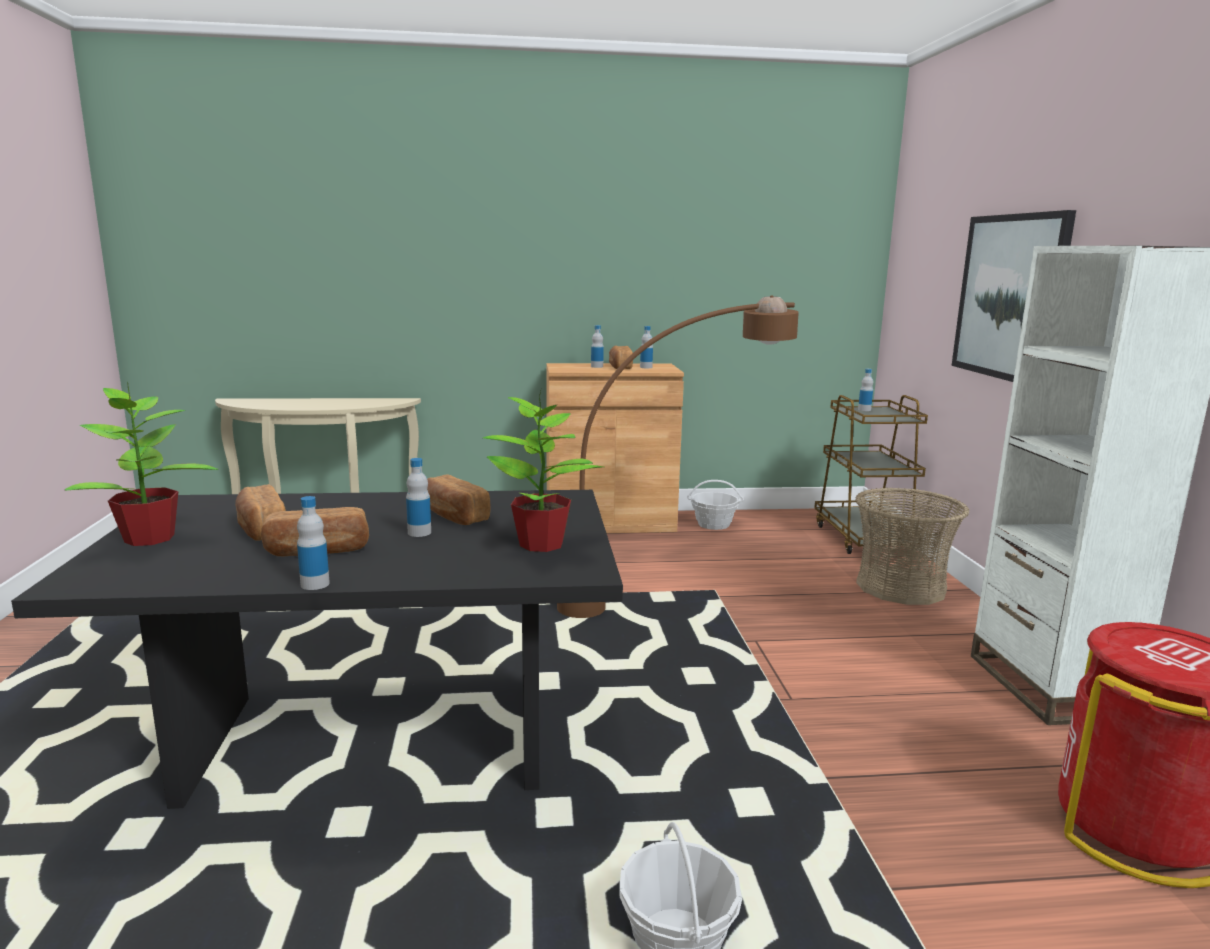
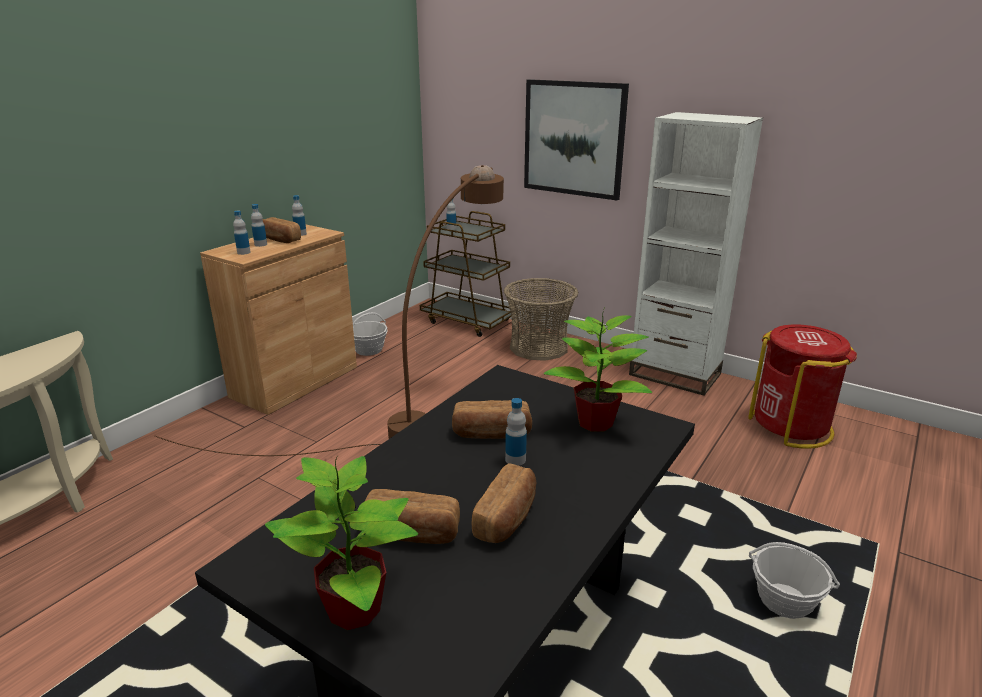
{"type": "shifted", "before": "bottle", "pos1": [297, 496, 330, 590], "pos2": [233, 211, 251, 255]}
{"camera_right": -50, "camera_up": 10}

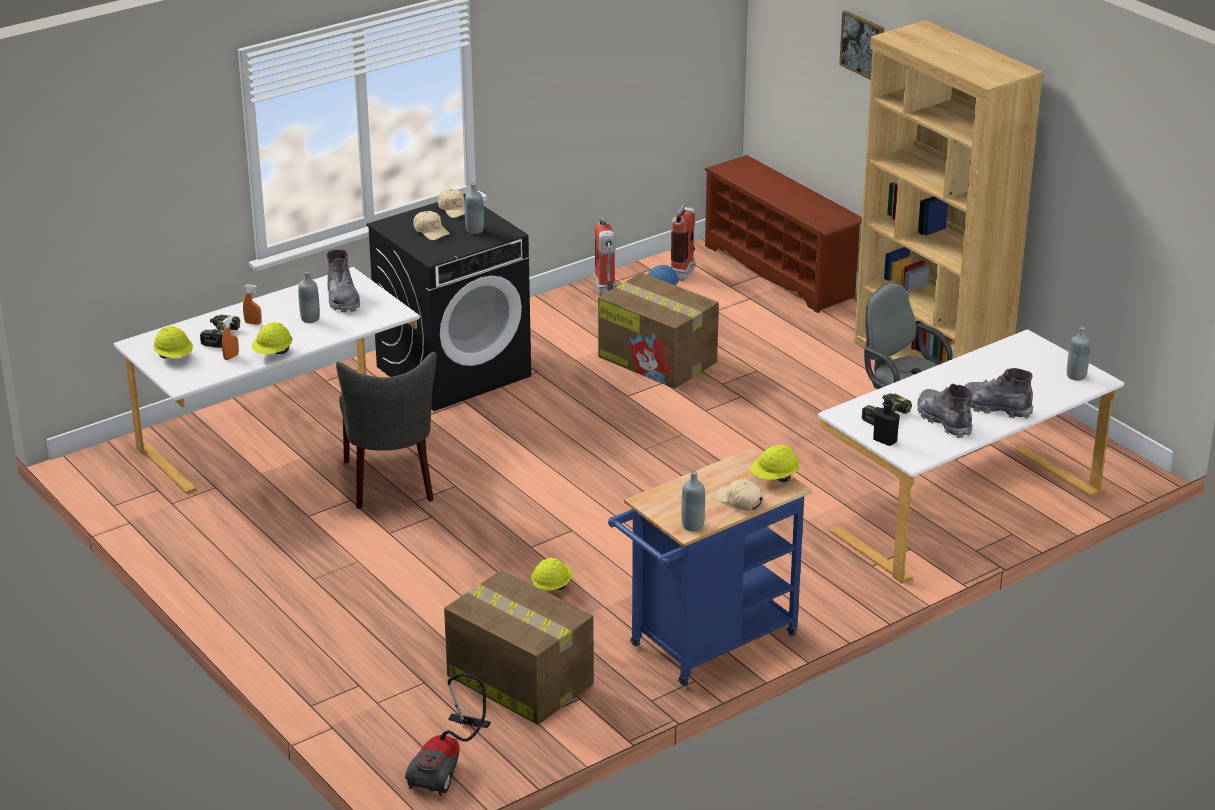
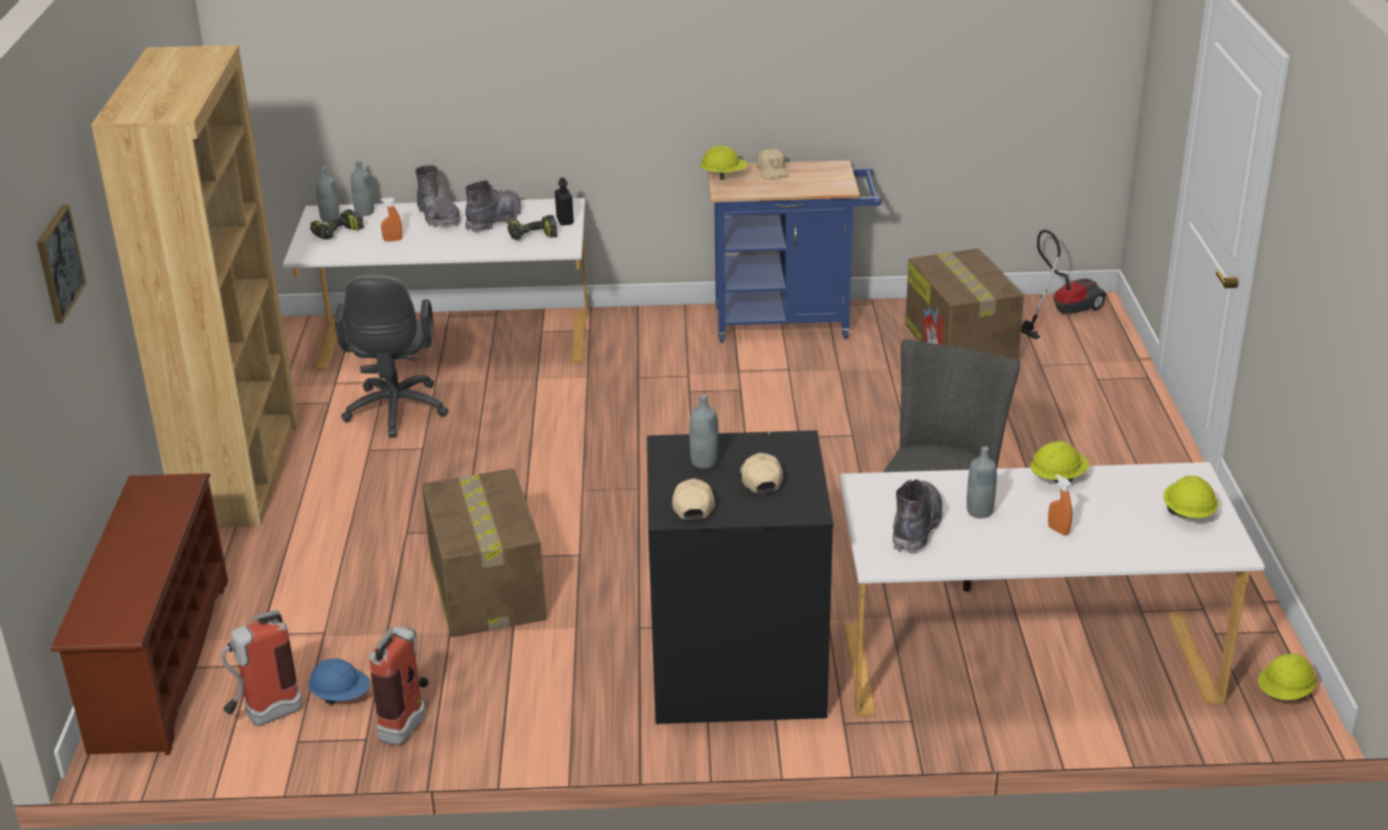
{"type": "shifted", "before": "power drill", "pos1": [200, 315, 240, 348], "pos2": [310, 209, 364, 240]}
{"type": "shifted", "before": "bottle (grey)", "pos1": [681, 471, 705, 531], "pos2": [351, 161, 374, 216]}
{"type": "shifted", "before": "spray bottle (orange)", "pos1": [222, 316, 239, 360], "pos2": [380, 197, 402, 242]}
{"type": "rotated", "before": "boot (grey)", "pos1": [917, 384, 973, 438], "pos2": [465, 180, 522, 232], "turn": -150}
{"type": "shifted", "before": "hard hat (yellow)", "pos1": [531, 558, 572, 590], "pos2": [1258, 654, 1316, 700]}
{"camera_right": -145, "camera_up": 0}

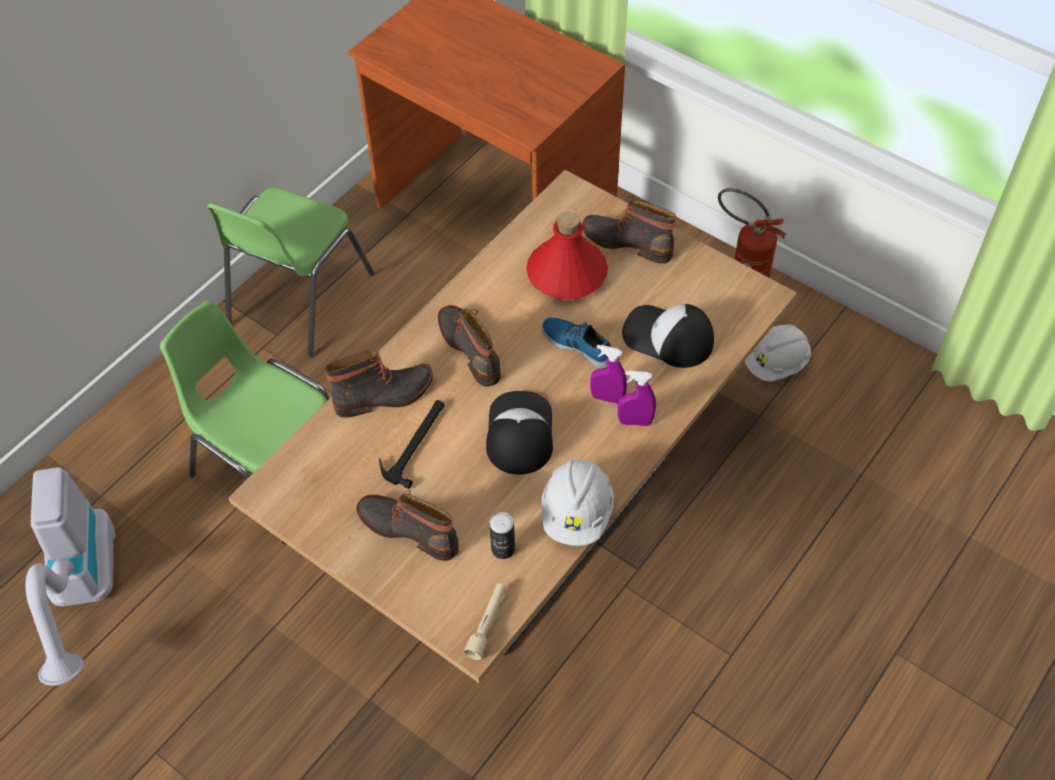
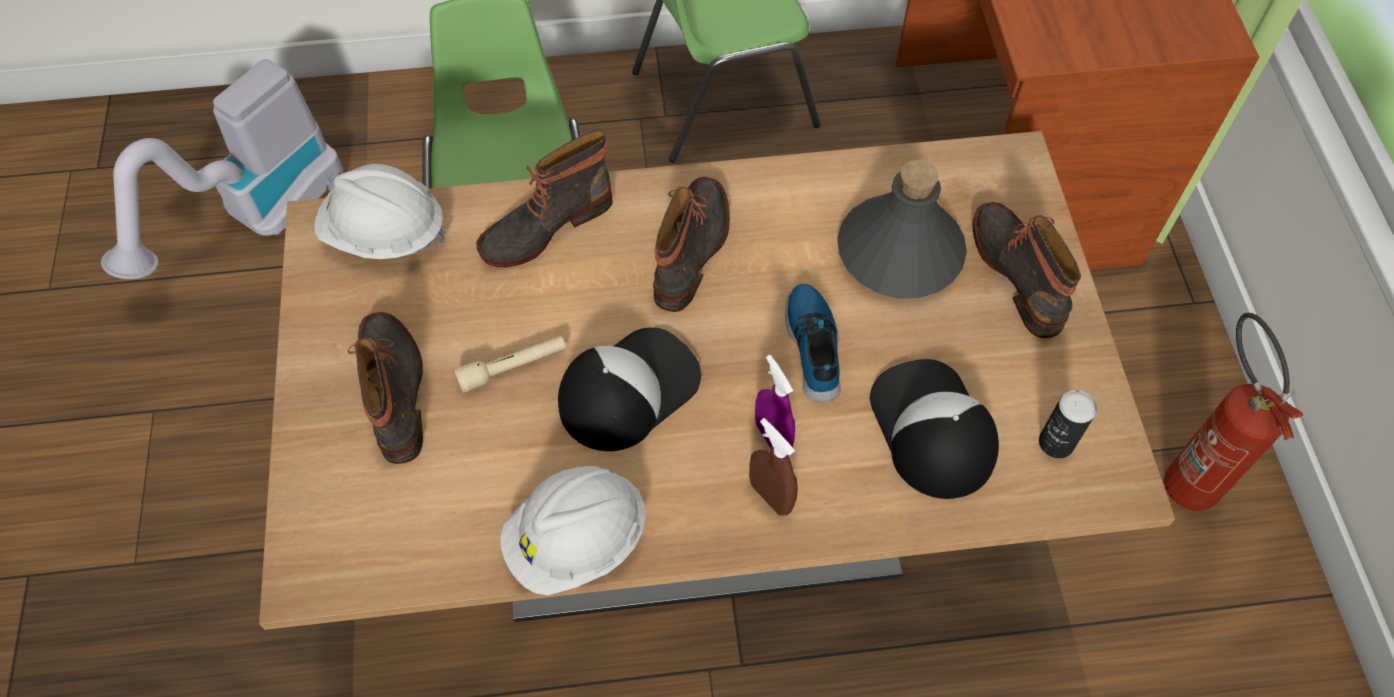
{"type": "shifted", "before": "hard hat (white)", "pos1": [745, 325, 811, 381], "pos2": [314, 164, 447, 259]}
{"type": "shifted", "before": "flashlight (beige)", "pos1": [464, 583, 506, 660], "pos2": [454, 336, 566, 393]}
{"type": "rotated", "before": "boot", "pos1": [325, 350, 433, 418], "pos2": [476, 130, 613, 267], "turn": 120}
{"type": "repainted", "before": "spray bottle (purple)", "after": "spray bottle (brown)", "pos1": [618, 371, 656, 426], "pos2": [749, 418, 798, 515]}
{"type": "repainted", "before": "bottle (red)", "after": "bottle (grey)", "pos1": [526, 211, 608, 300], "pos2": [837, 160, 967, 298]}
{"type": "shifted", "before": "can", "pos1": [489, 512, 515, 559], "pos2": [1039, 390, 1097, 459]}
{"type": "gone", "before": "hammer", "pos1": [379, 400, 445, 489]}
{"camera_right": 45, "camera_up": 5}

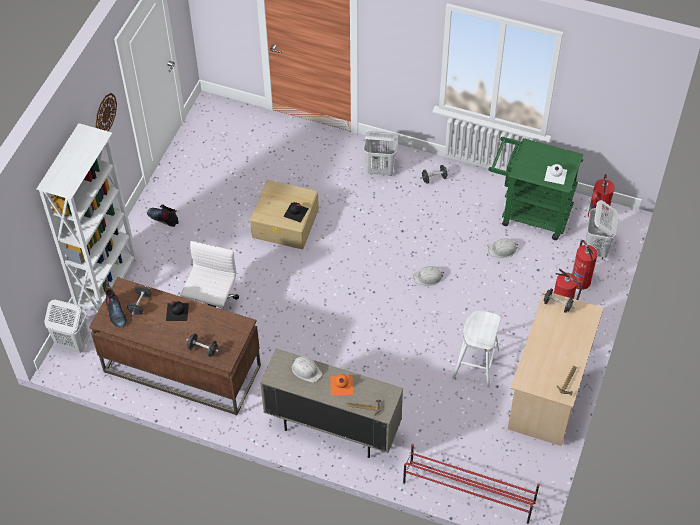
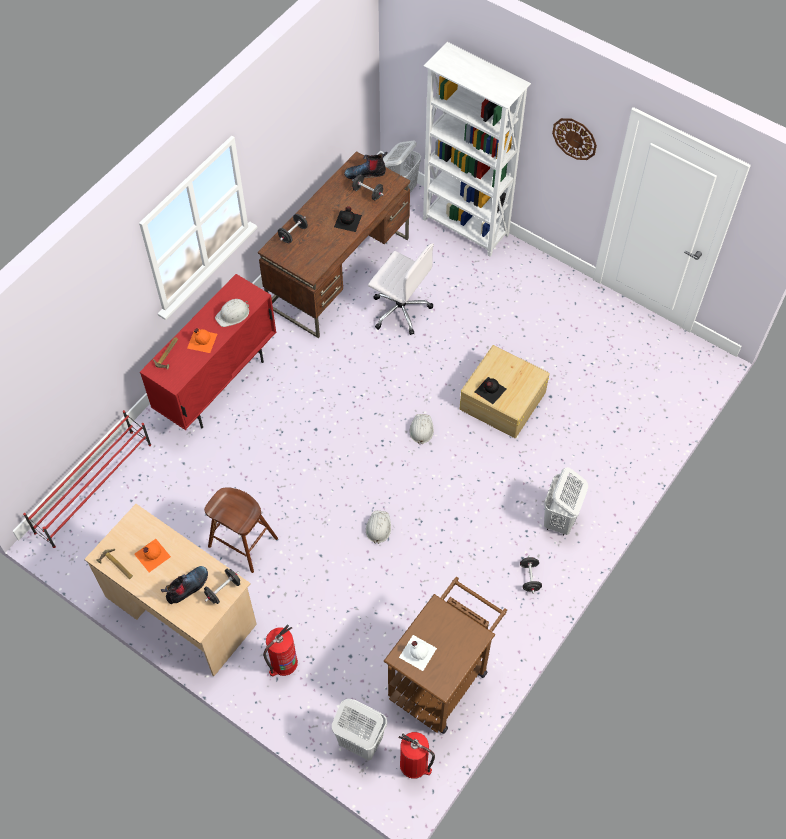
{"type": "new", "after": "bottle (orange)", "pos2": [134, 539, 171, 572]}
{"type": "repainted", "before": "cabinet (beige)", "after": "cabinet (red)", "pos1": [260, 349, 403, 458], "pos2": [140, 274, 276, 430]}
{"type": "shifted", "before": "boot", "pos1": [147, 204, 179, 227], "pos2": [161, 566, 208, 604]}
{"type": "repainted", "before": "stool (white)", "after": "stool (brown)", "pos1": [452, 311, 500, 388], "pos2": [204, 487, 278, 573]}
{"type": "repainted", "before": "cart (green)", "after": "cart (brown)", "pos1": [488, 137, 583, 240], "pos2": [384, 577, 507, 734]}
{"type": "shifted", "before": "hard hat (white)", "pos1": [488, 238, 518, 258], "pos2": [409, 414, 434, 445]}
{"type": "gone", "before": "fire extinguisher", "pos1": [572, 240, 598, 290]}
{"camera_right": 105, "camera_up": 5}

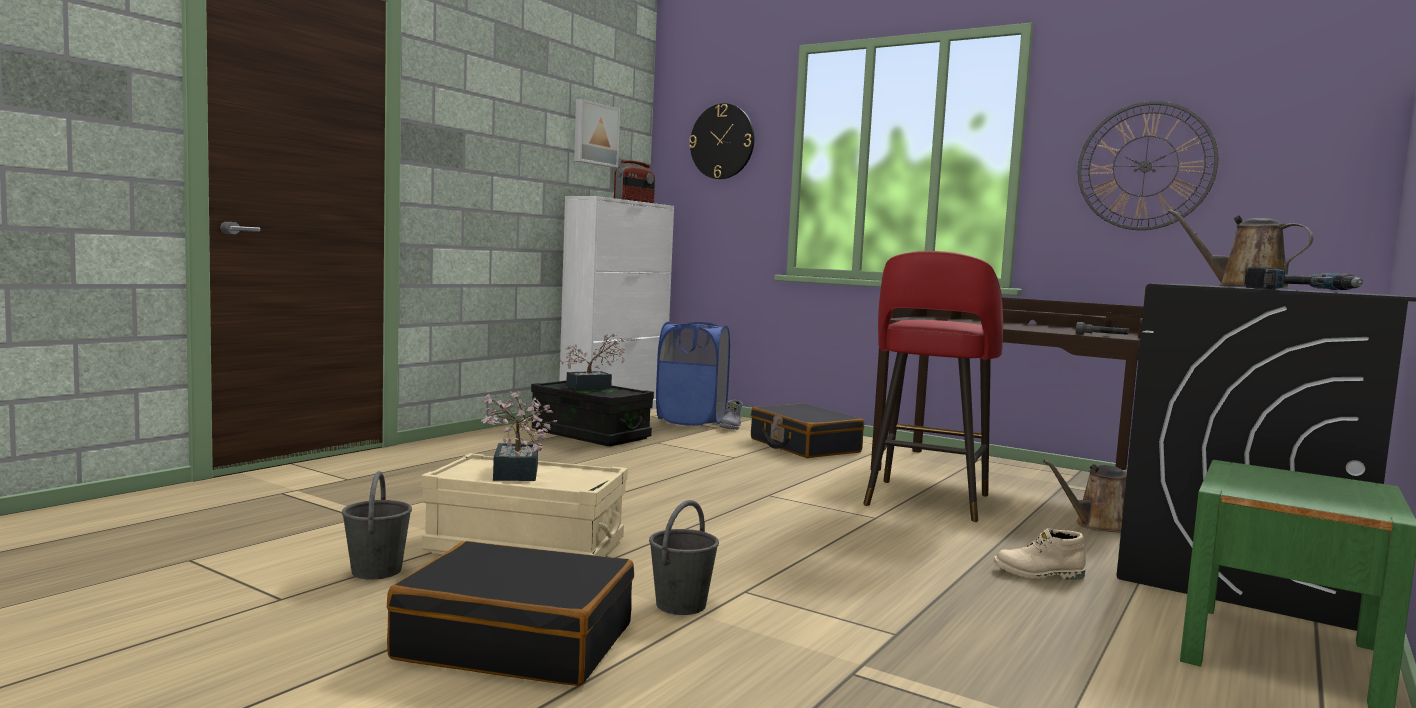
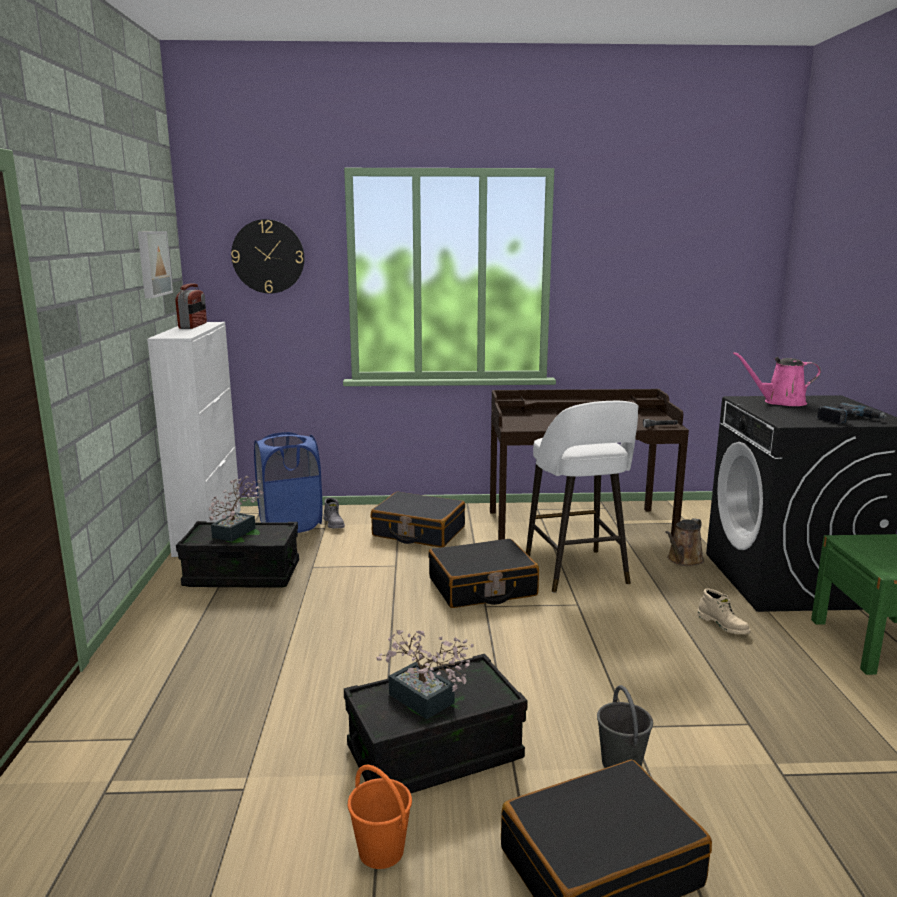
{"type": "repainted", "before": "storage box (beige)", "after": "storage box (black)", "pos1": [421, 453, 628, 556], "pos2": [344, 654, 528, 793]}
{"type": "repainted", "before": "bucket (grey)", "after": "bucket (orange)", "pos1": [342, 471, 412, 579], "pos2": [348, 765, 412, 869]}
{"type": "new", "after": "suitcase (black)", "pos2": [428, 539, 539, 608]}
{"type": "repainted", "before": "stool (red)", "after": "stool (white)", "pos1": [863, 251, 1003, 522], "pos2": [526, 401, 638, 593]}
{"type": "rotated", "before": "boot (beige)", "pos1": [994, 528, 1086, 580], "pos2": [697, 588, 750, 634], "turn": -90}
{"type": "repainted", "before": "watering can (brown)", "after": "watering can (pink)", "pos1": [1168, 210, 1314, 288], "pos2": [733, 352, 821, 406]}
{"type": "gone", "before": "wall clock", "pos1": [1078, 101, 1219, 230]}
{"camera_right": -35, "camera_up": 10}

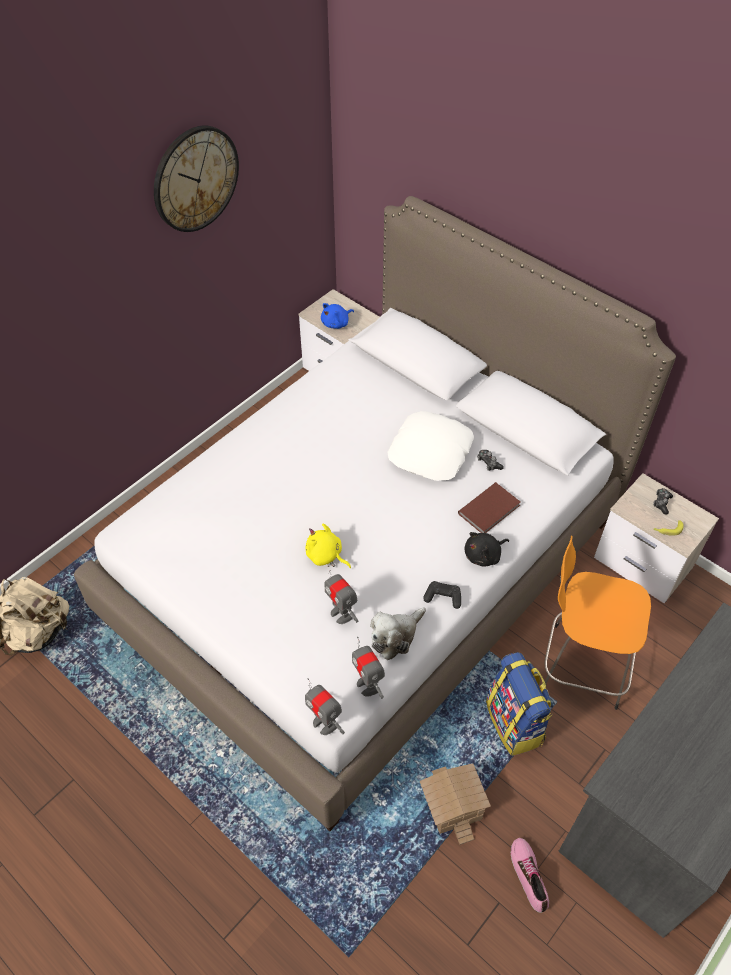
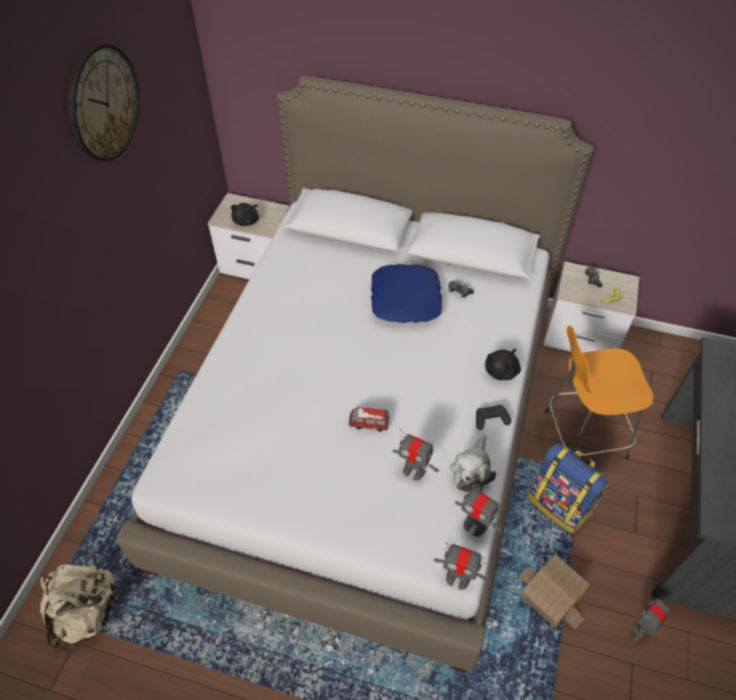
{"type": "repainted", "before": "plush toy (blue)", "after": "plush toy (black)", "pos1": [321, 303, 354, 329], "pos2": [231, 203, 259, 226]}
{"type": "swapped", "before": "plush toy (yellow)", "after": "toy car", "pos1": [305, 523, 351, 568], "pos2": [349, 406, 389, 432]}
{"type": "repainted", "before": "pillow (white)", "after": "pillow (blue)", "pos1": [387, 411, 474, 481], "pos2": [371, 264, 442, 323]}
{"type": "swapped", "before": "shoe", "after": "toy robot", "pos1": [511, 838, 549, 913], "pos2": [632, 595, 671, 641]}
{"type": "gone", "before": "book (brown)", "pos1": [458, 482, 520, 533]}
{"camera_right": -25, "camera_up": 0}

